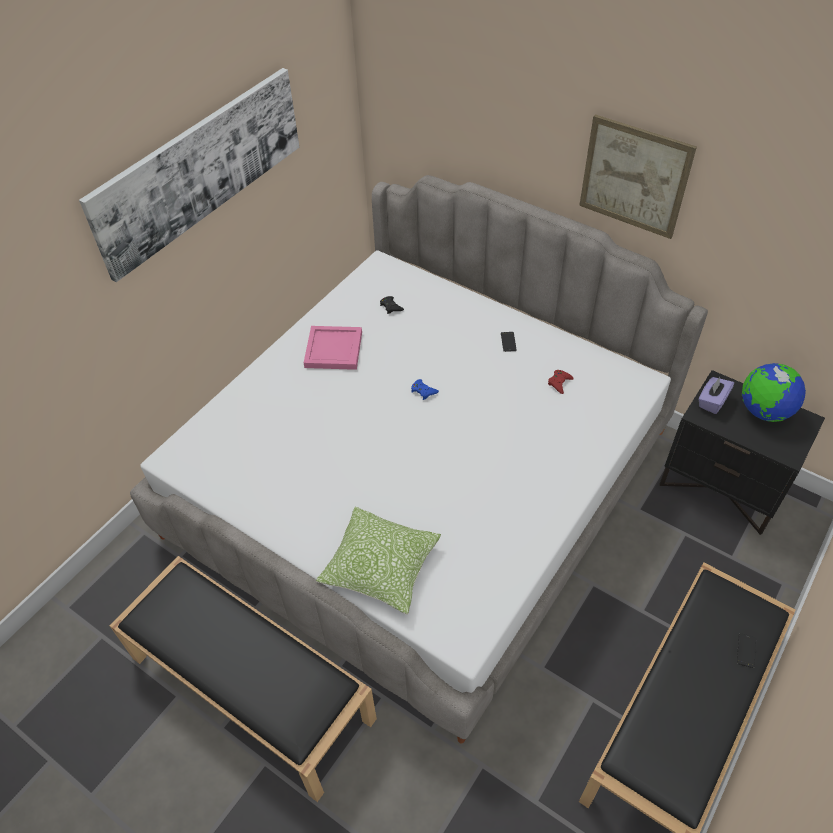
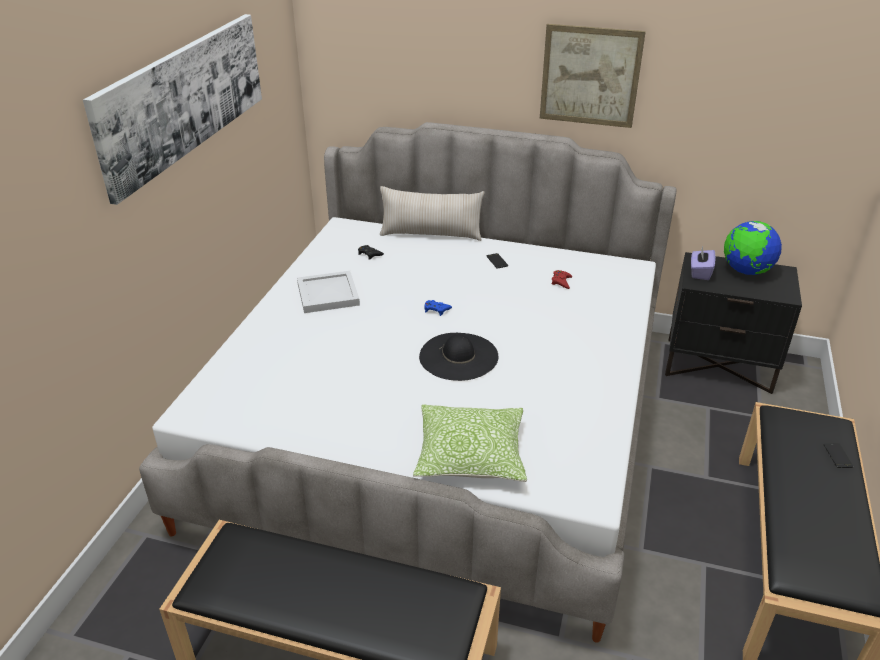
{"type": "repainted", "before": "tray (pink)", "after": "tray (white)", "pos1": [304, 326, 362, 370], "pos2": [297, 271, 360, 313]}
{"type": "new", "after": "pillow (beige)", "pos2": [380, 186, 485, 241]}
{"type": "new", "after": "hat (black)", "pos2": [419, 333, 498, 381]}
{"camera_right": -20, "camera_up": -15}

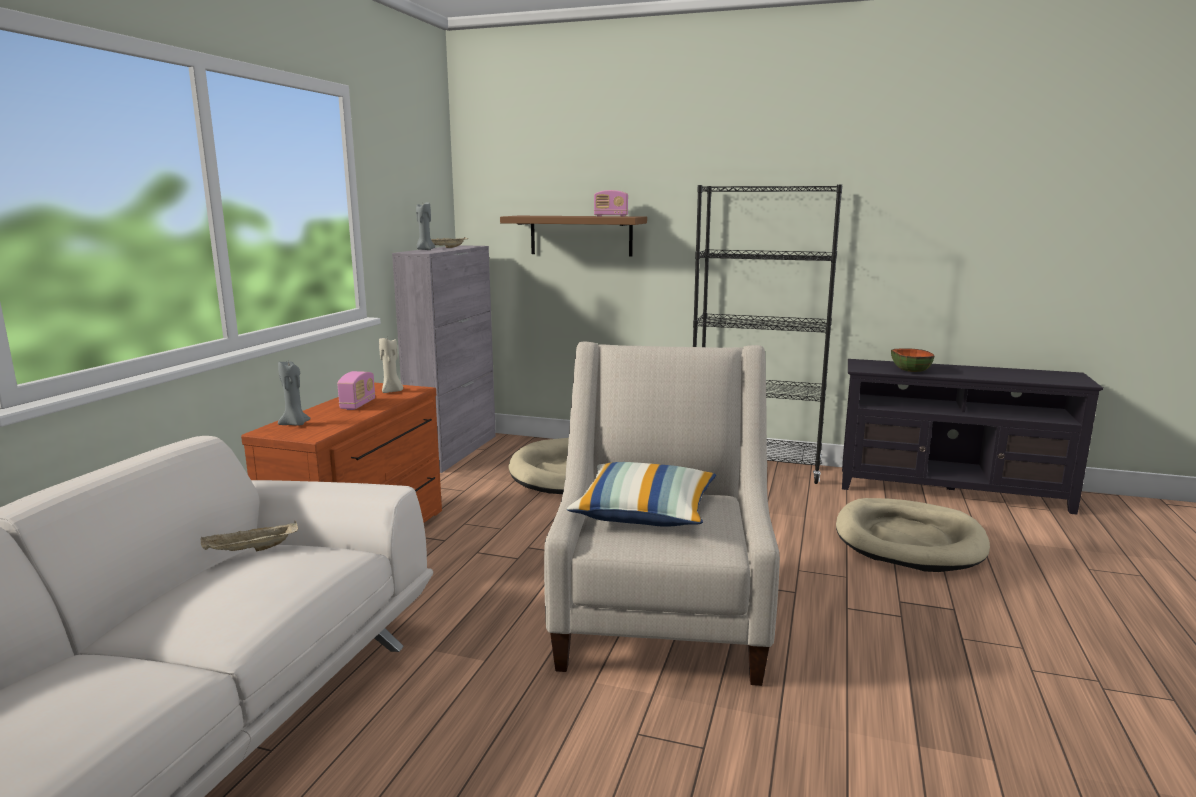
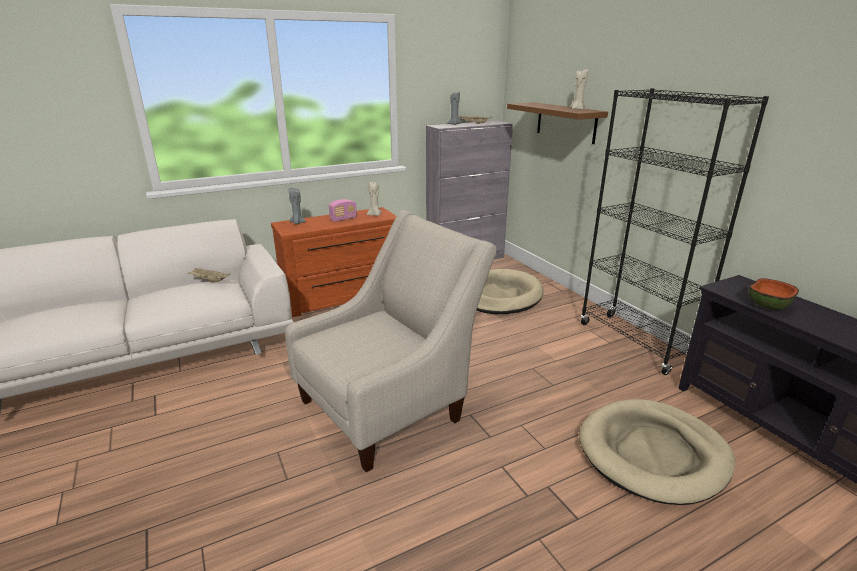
{"type": "swapped", "before": "radio", "after": "candle (beige)", "pos1": [594, 190, 628, 216], "pos2": [570, 69, 588, 110]}
{"type": "gone", "before": "pillow", "pos1": [567, 462, 716, 527]}
{"camera_right": 45, "camera_up": 10}

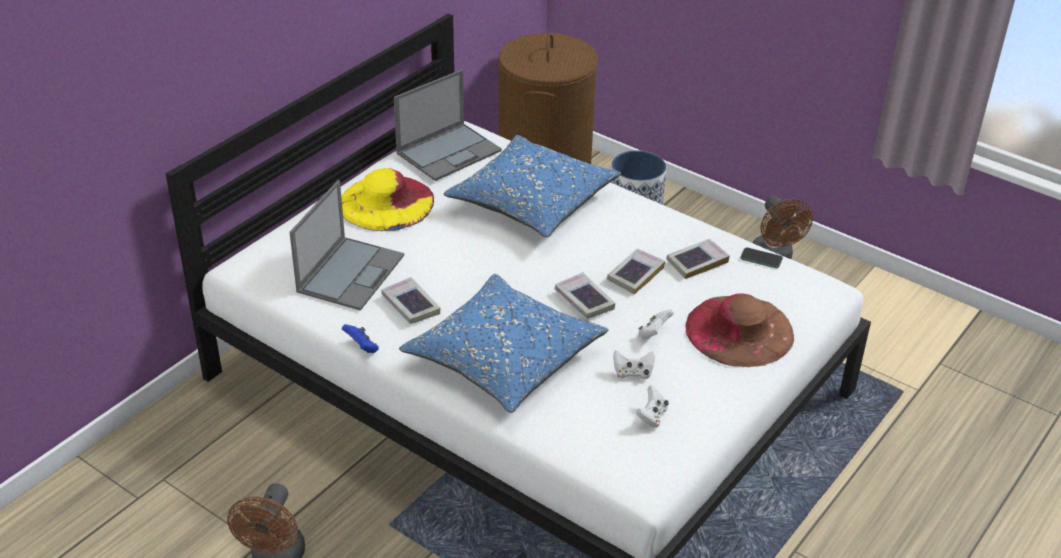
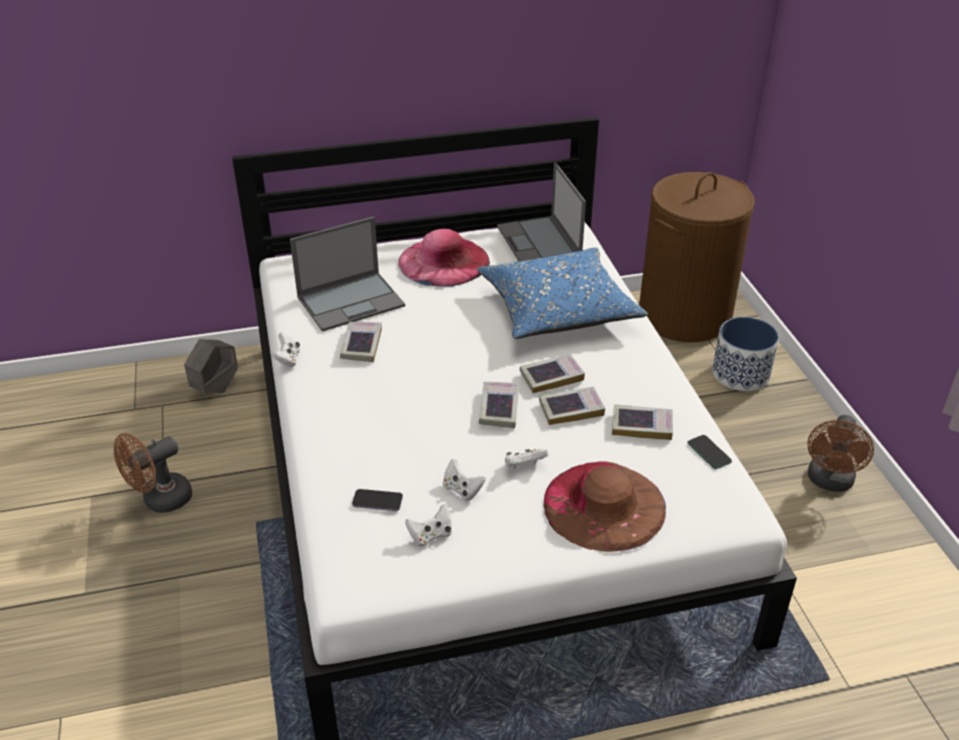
{"type": "new", "after": "planter (grey)", "pos2": [184, 339, 238, 394]}
{"type": "repainted", "before": "game controller (blue)", "after": "game controller (white)", "pos1": [342, 324, 379, 353], "pos2": [272, 332, 300, 367]}
{"type": "new", "after": "phone", "pos2": [352, 489, 403, 511]}
{"type": "repainted", "before": "hat (yellow)", "after": "hat (pink)", "pos1": [341, 168, 434, 231], "pos2": [398, 229, 490, 287]}
{"type": "rotated", "before": "laptop", "pos1": [394, 70, 502, 181], "pos2": [497, 162, 586, 261], "turn": 75}
{"type": "new", "after": "book", "pos2": [520, 354, 585, 393]}
{"type": "gone", "before": "pillow (blue)", "pos1": [399, 274, 609, 413]}
{"camera_right": 40, "camera_up": 0}

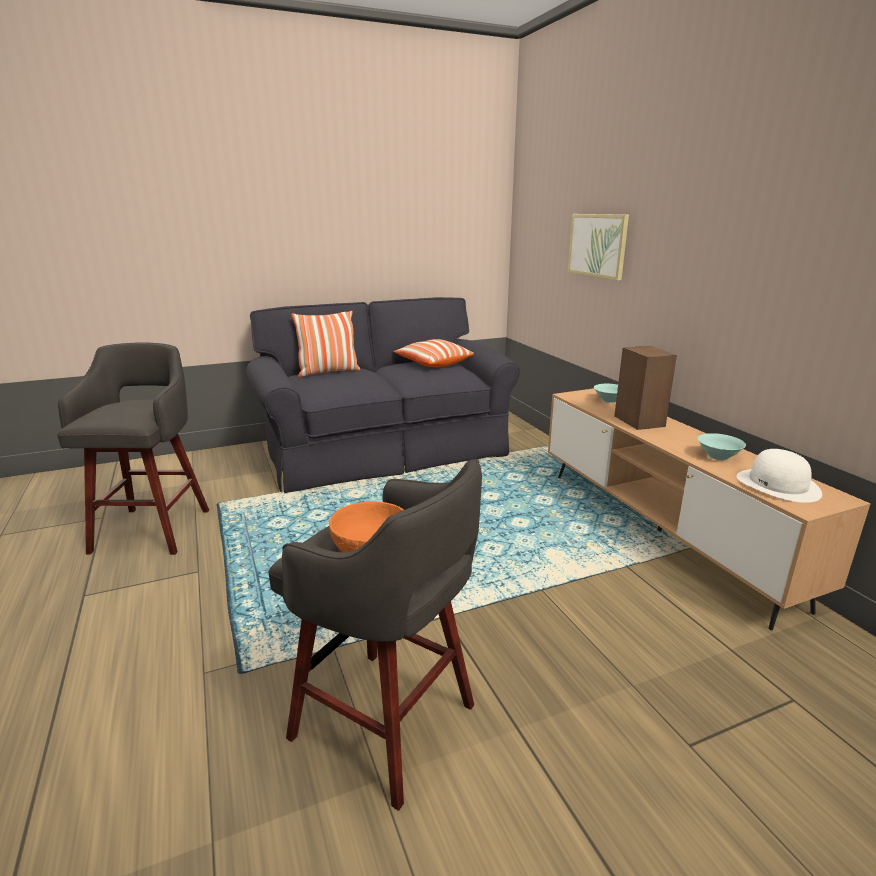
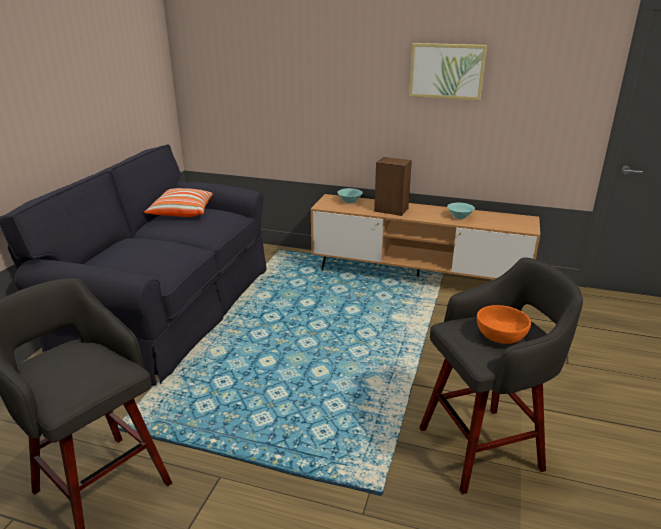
{"type": "shifted", "before": "picture", "pos1": [568, 214, 629, 281], "pos2": [409, 43, 487, 100]}
{"type": "gone", "before": "pillow", "pos1": [291, 311, 360, 377]}
{"type": "gone", "before": "hat (white)", "pos1": [737, 449, 822, 503]}
{"camera_right": -50, "camera_up": 5}

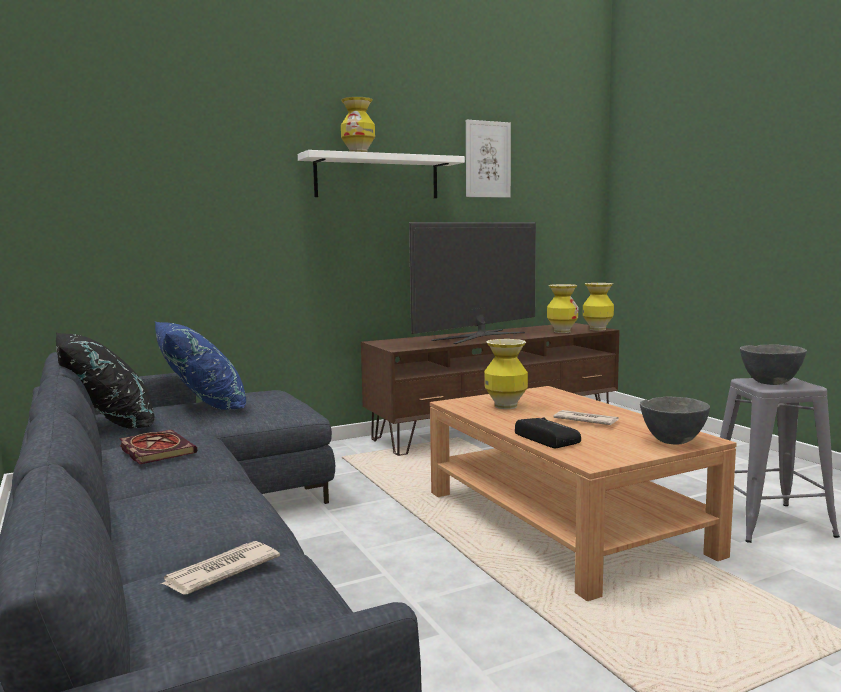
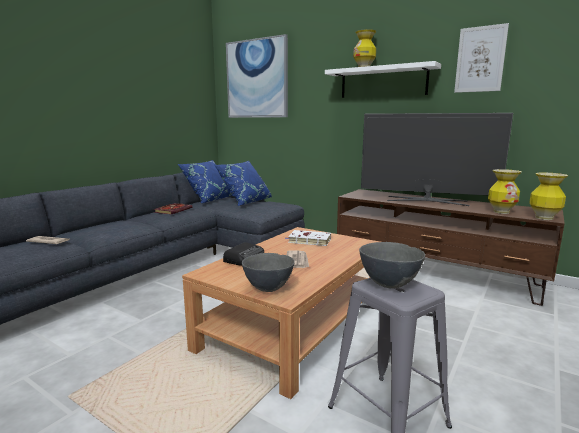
{"type": "repainted", "before": "pillow (black)", "after": "pillow (blue)", "pos1": [56, 332, 154, 429], "pos2": [178, 160, 233, 203]}
{"type": "new", "after": "picture", "pos2": [226, 34, 288, 118]}
{"type": "swapped", "before": "vase", "after": "book (white)", "pos1": [484, 339, 528, 409], "pos2": [285, 230, 331, 246]}
{"camera_right": 60, "camera_up": 5}

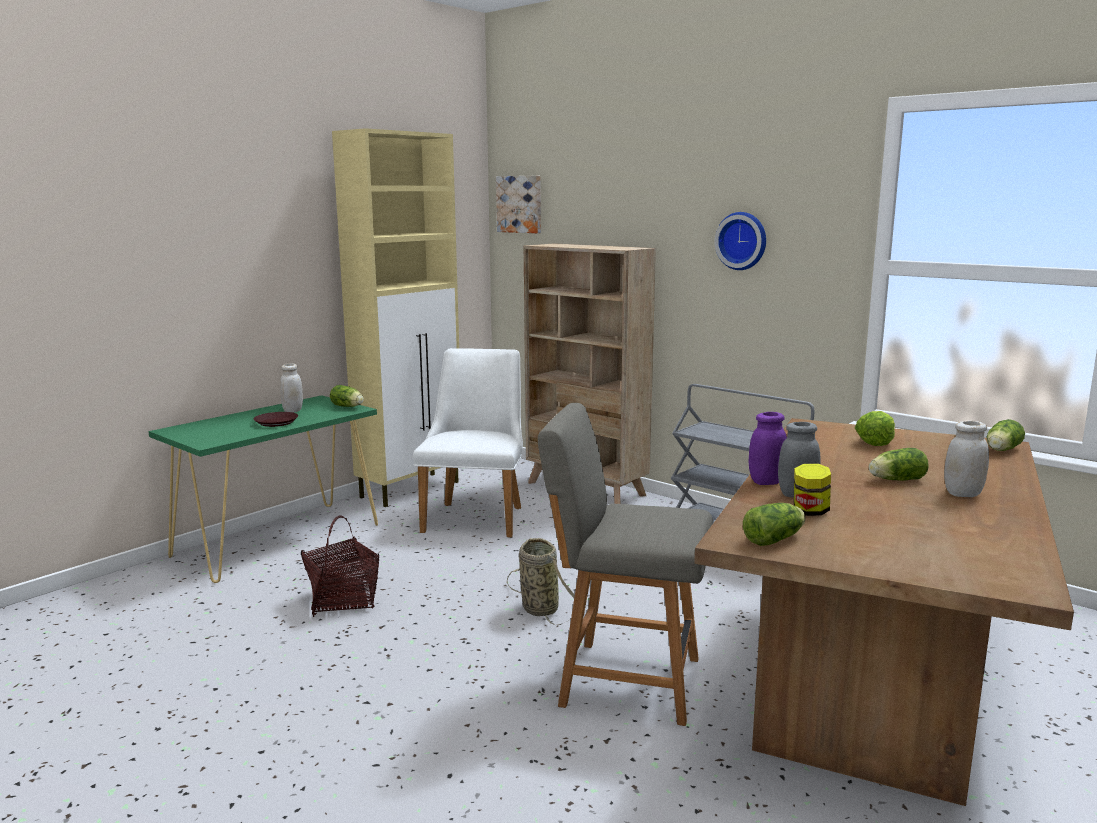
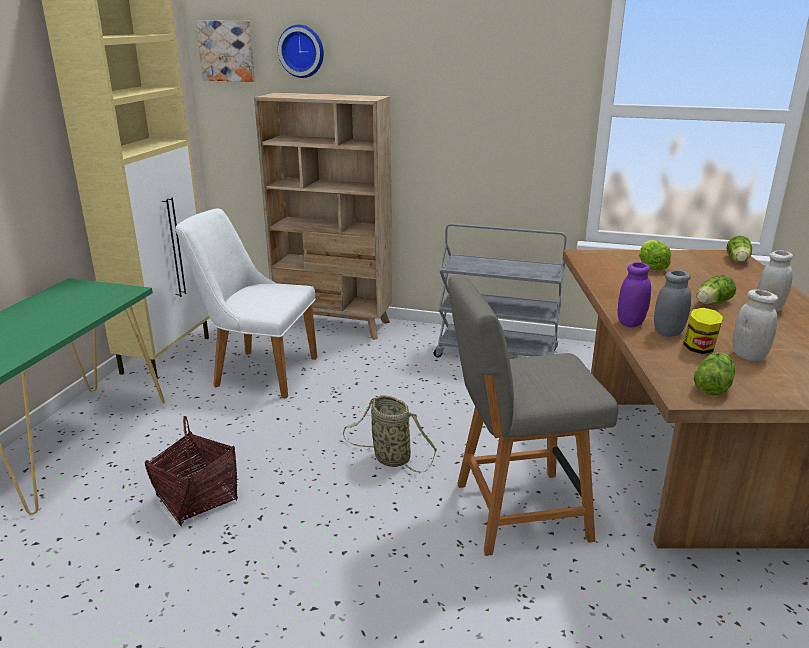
{"type": "rotated", "before": "chair (white)", "pos1": [413, 348, 523, 538], "pos2": [176, 208, 317, 398], "turn": -60}
{"type": "shifted", "before": "wall clock", "pos1": [714, 212, 766, 270], "pos2": [278, 25, 324, 78]}
{"type": "shifted", "before": "jar (white)", "pos1": [280, 363, 303, 413], "pos2": [733, 289, 778, 361]}
{"type": "gone", "before": "plate (brown)", "pos1": [253, 412, 298, 427]}
{"type": "gone", "before": "lettuce", "pos1": [330, 385, 364, 407]}
{"camera_right": -25, "camera_up": 10}

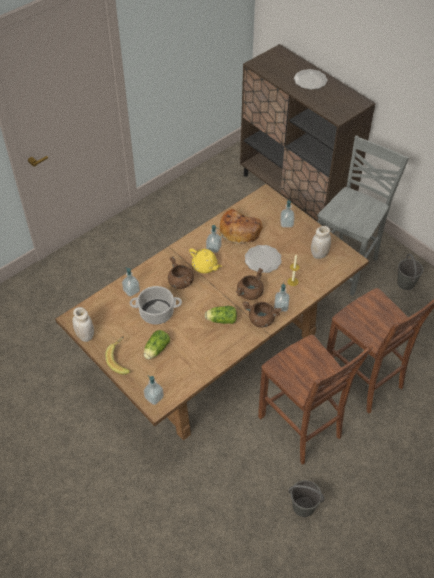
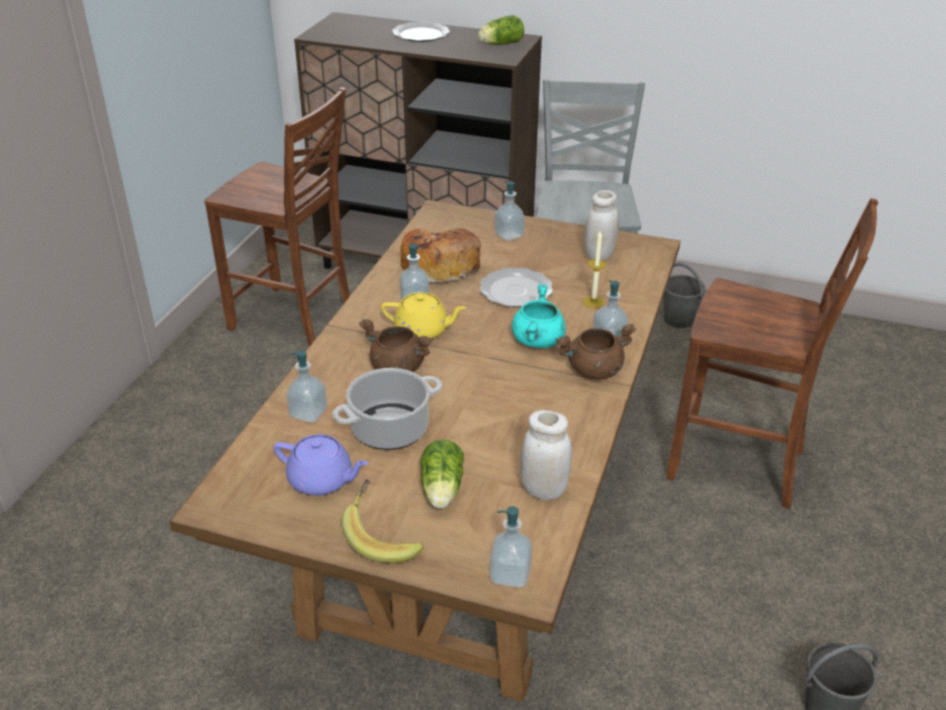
{"type": "shifted", "before": "chair (brown)", "pos1": [258, 335, 373, 464], "pos2": [204, 87, 350, 347]}
{"type": "new", "after": "teapot (purple)", "pos2": [274, 434, 368, 496]}
{"type": "shifted", "before": "lettuce", "pos1": [205, 306, 237, 324], "pos2": [478, 15, 524, 45]}
{"type": "repainted", "before": "cooking pot (brown)", "after": "cooking pot (turquoise)", "pos1": [236, 268, 264, 300], "pos2": [512, 284, 566, 348]}
{"type": "shifted", "before": "jar (white)", "pos1": [72, 307, 94, 342], "pos2": [520, 410, 572, 500]}
{"camera_right": -30, "camera_up": -15}

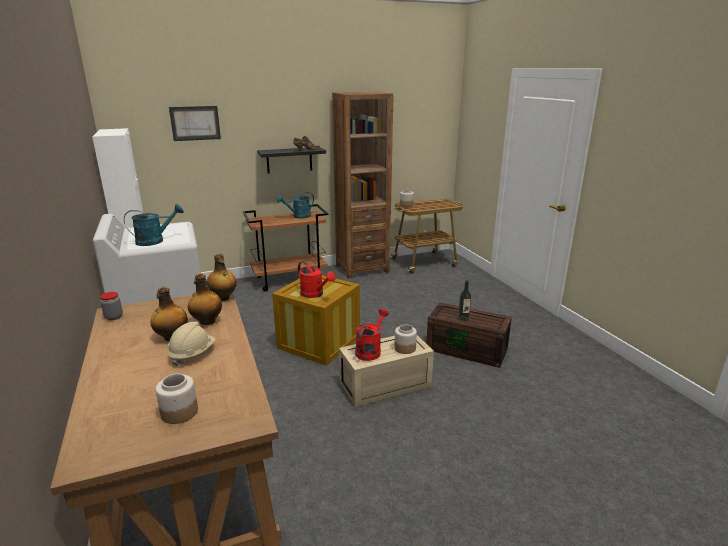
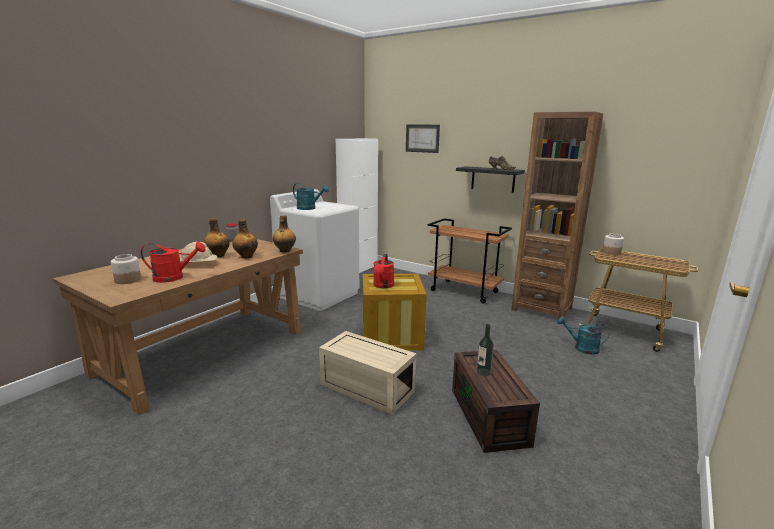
{"type": "shifted", "before": "watering can (red)", "pos1": [355, 308, 389, 361], "pos2": [141, 242, 206, 283]}
{"type": "shifted", "before": "watering can (turquoise)", "pos1": [277, 192, 314, 219], "pos2": [557, 316, 609, 355]}
{"type": "gone", "before": "jar", "pos1": [394, 325, 417, 354]}
{"camera_right": 55, "camera_up": -5}

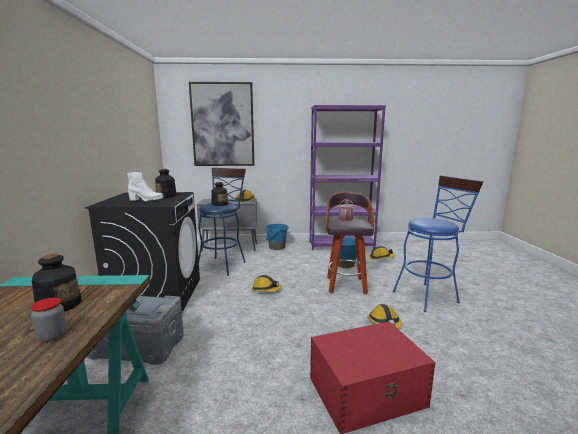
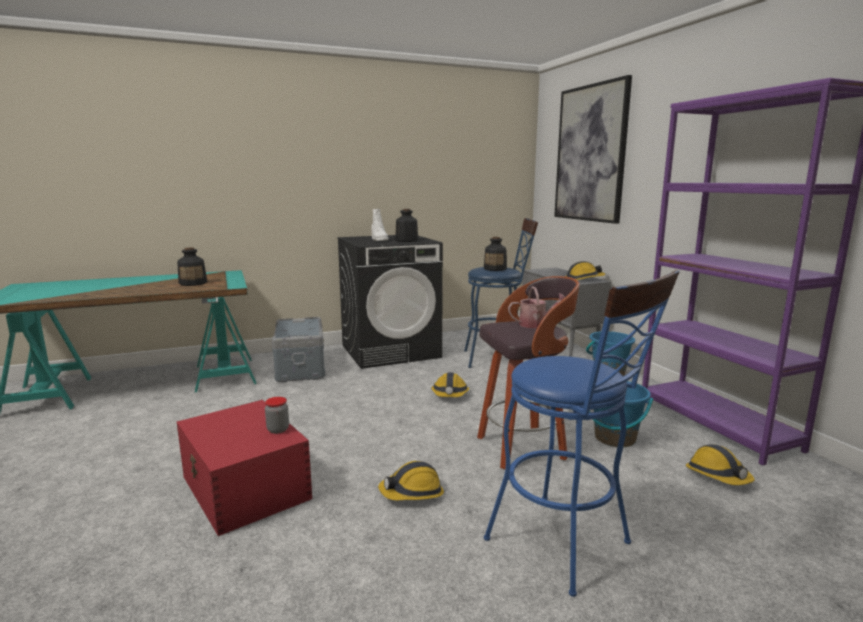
{"type": "shifted", "before": "jar", "pos1": [31, 298, 67, 342], "pos2": [265, 397, 289, 434]}
{"camera_right": 70, "camera_up": 0}

